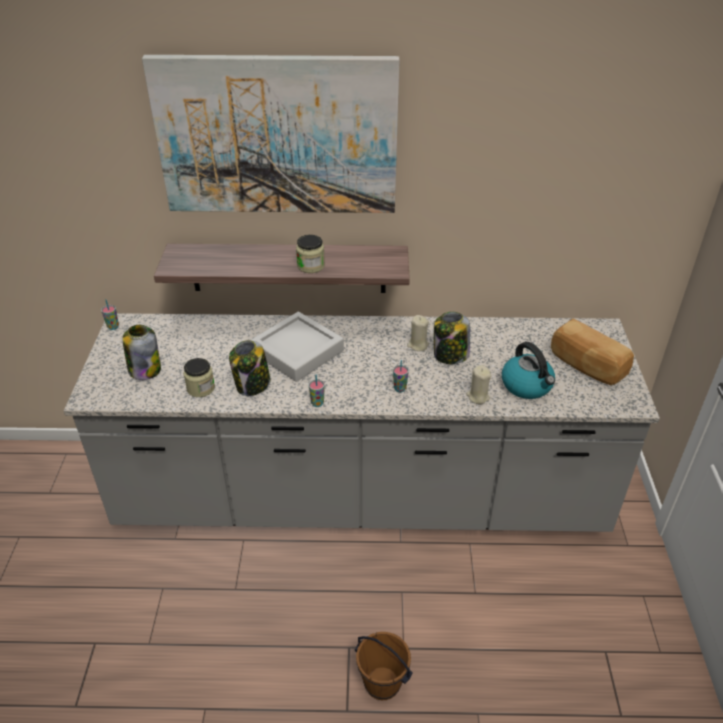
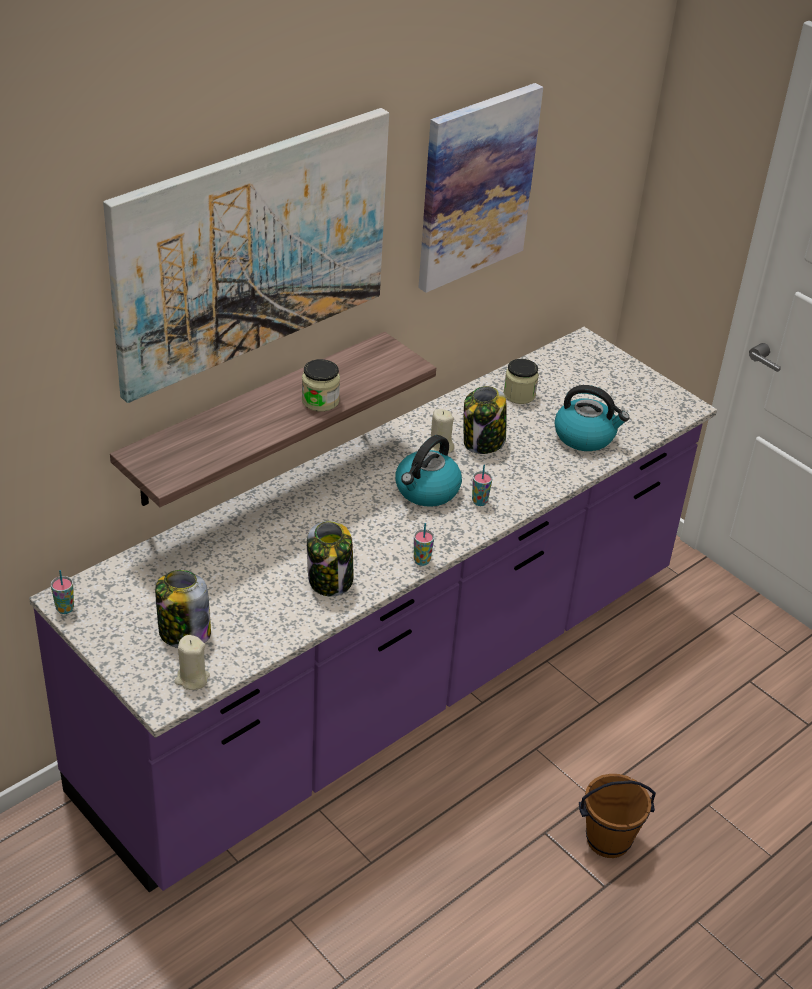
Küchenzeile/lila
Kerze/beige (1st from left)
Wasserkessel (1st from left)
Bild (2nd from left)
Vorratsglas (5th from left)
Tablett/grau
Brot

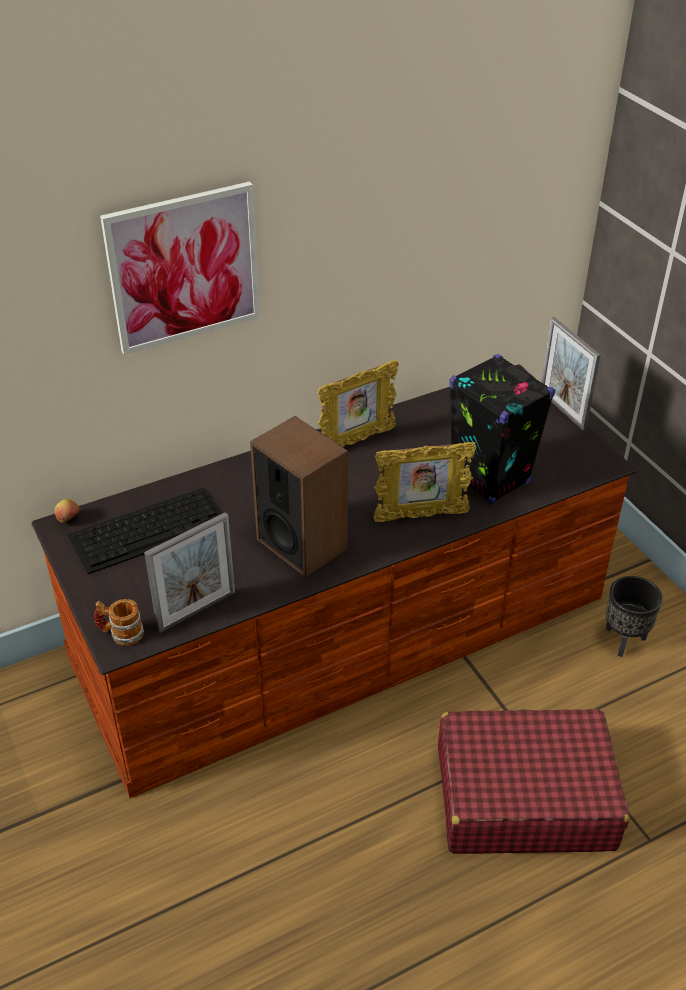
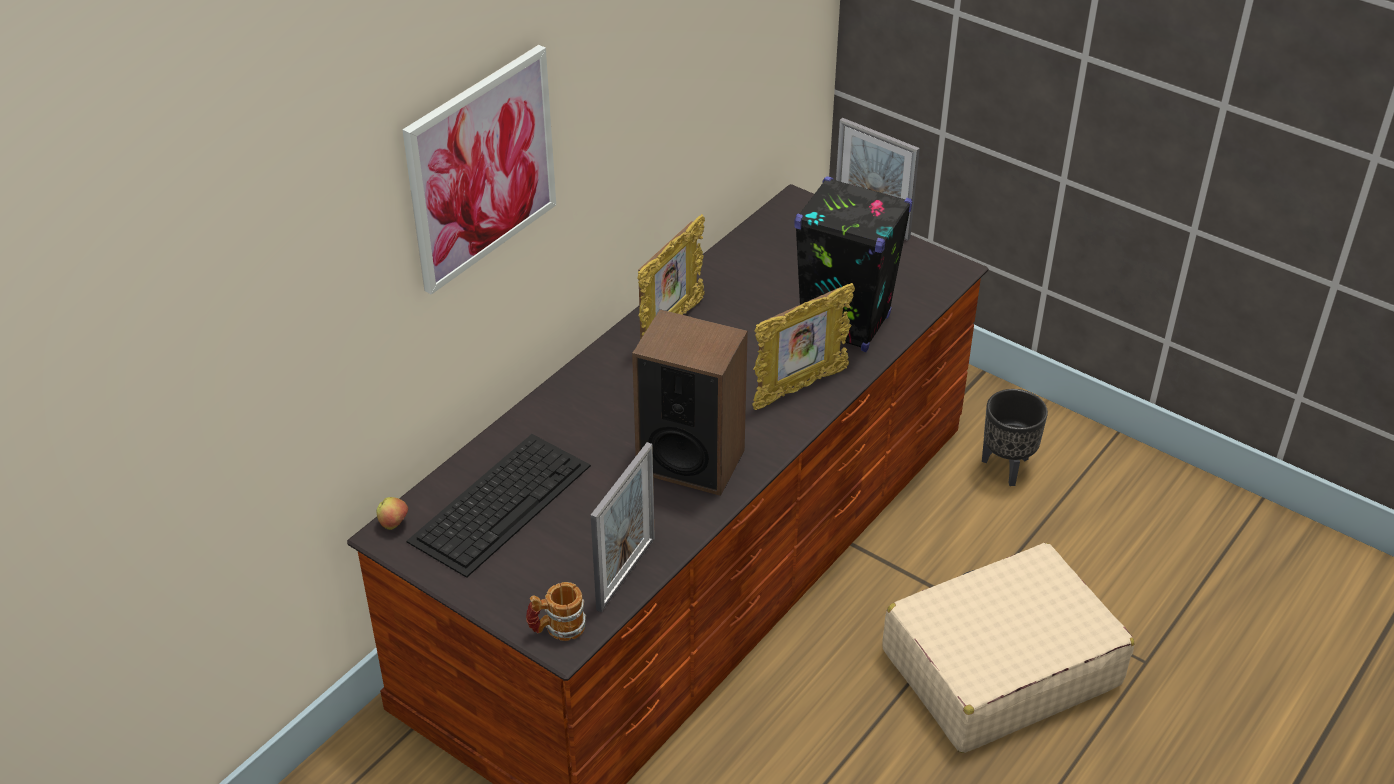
Koffer/beige

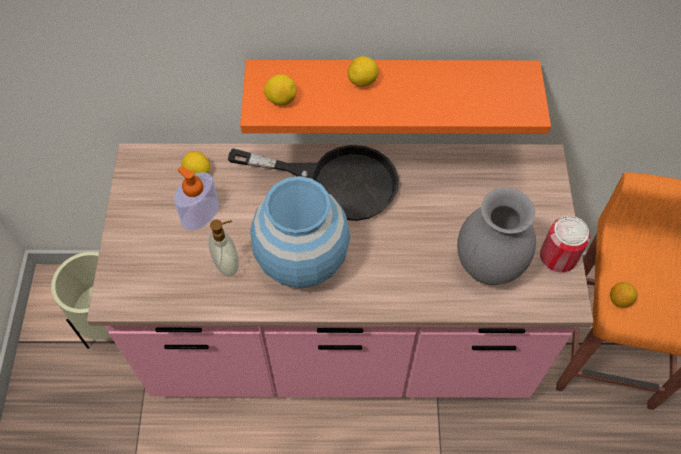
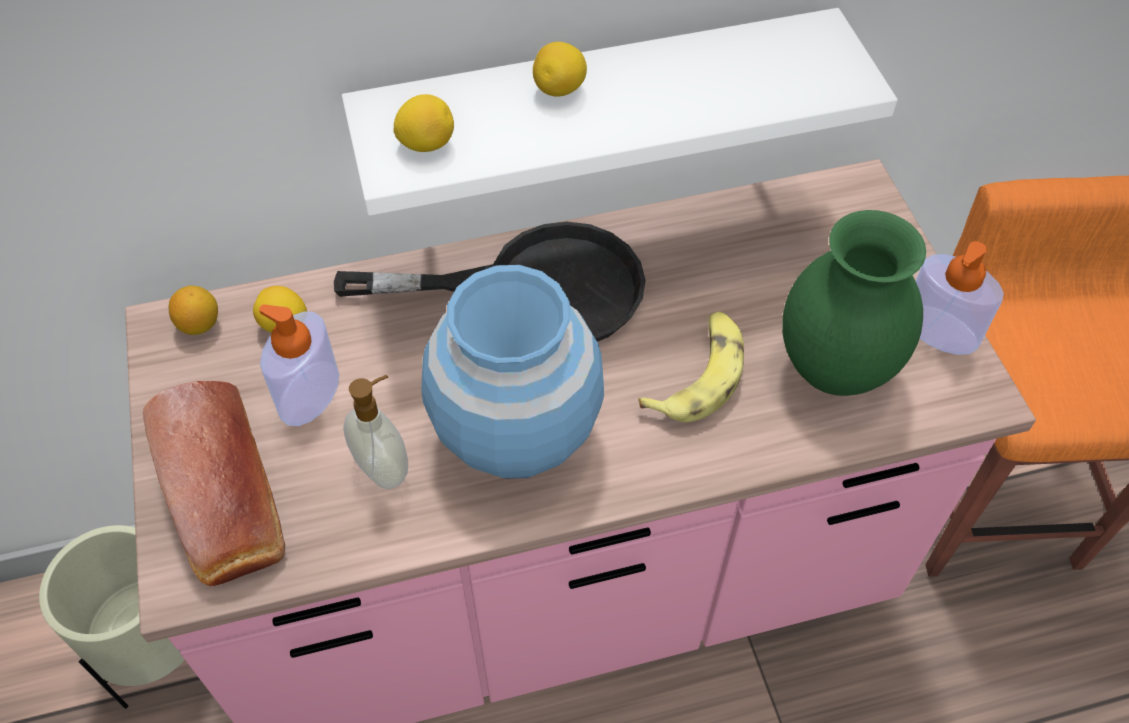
Brot
Zitrone (1st from left)
Wandregal/weiß
Banane
Vase/grün
Seifenspender (3rd from left)

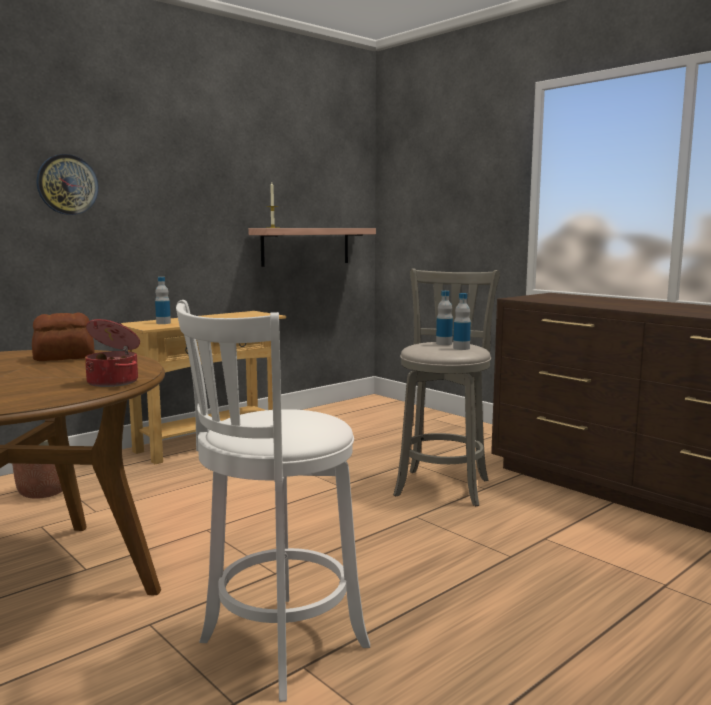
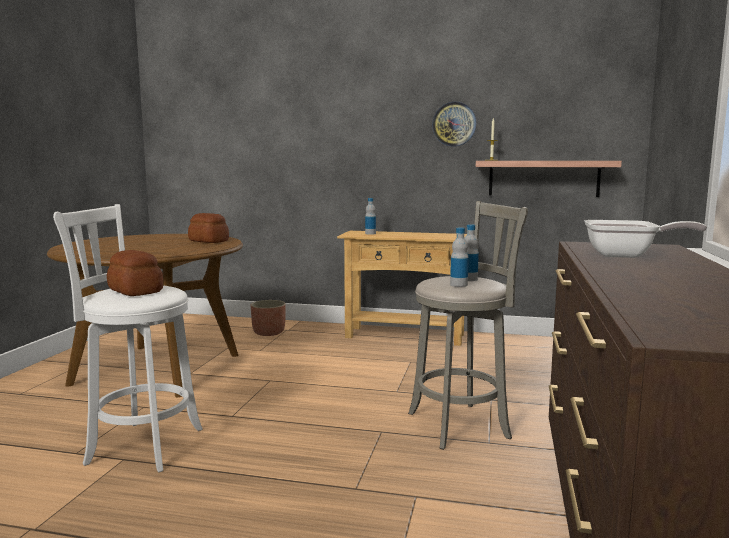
Brot (1st from left)
Wanduhr
Pfanne
Kochtopf

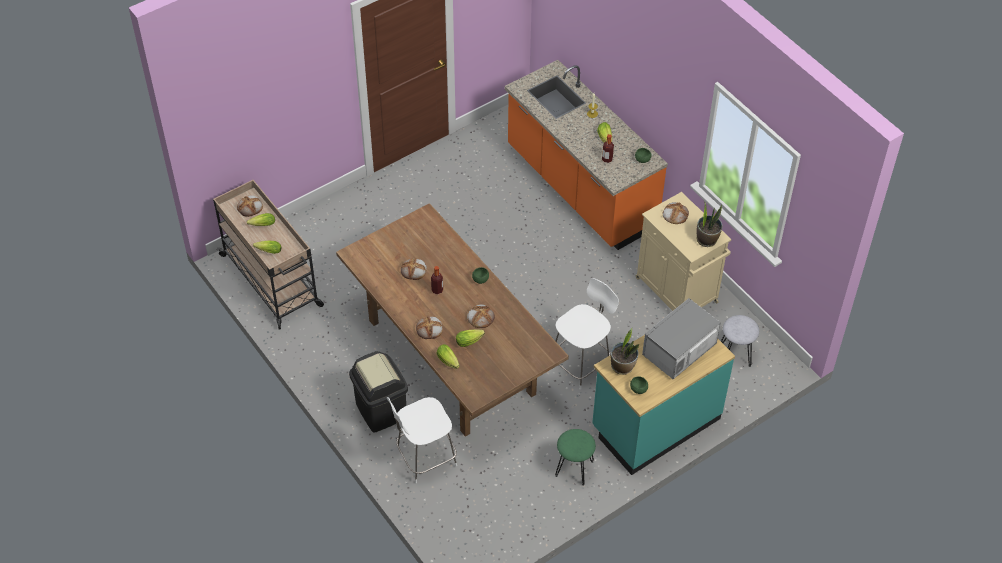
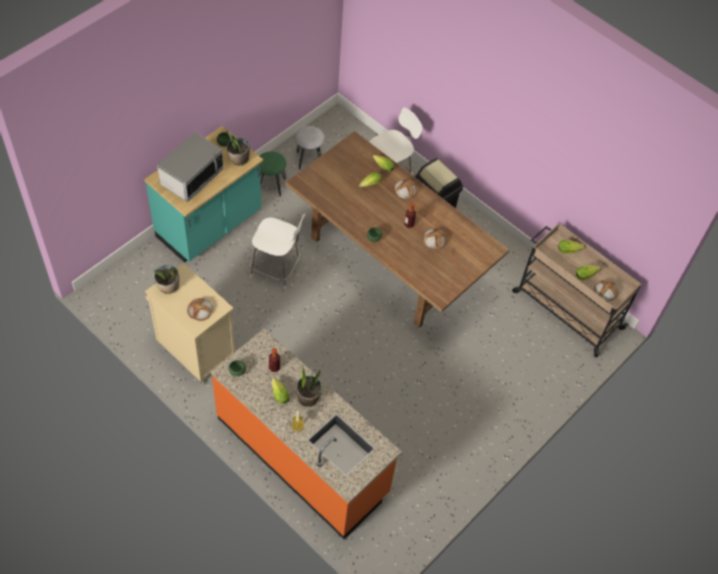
Stuhl/weiß (1st from left)
Hocker/grau
Topfpflanze (3rd from left)
Brot (4th from left in the first image)

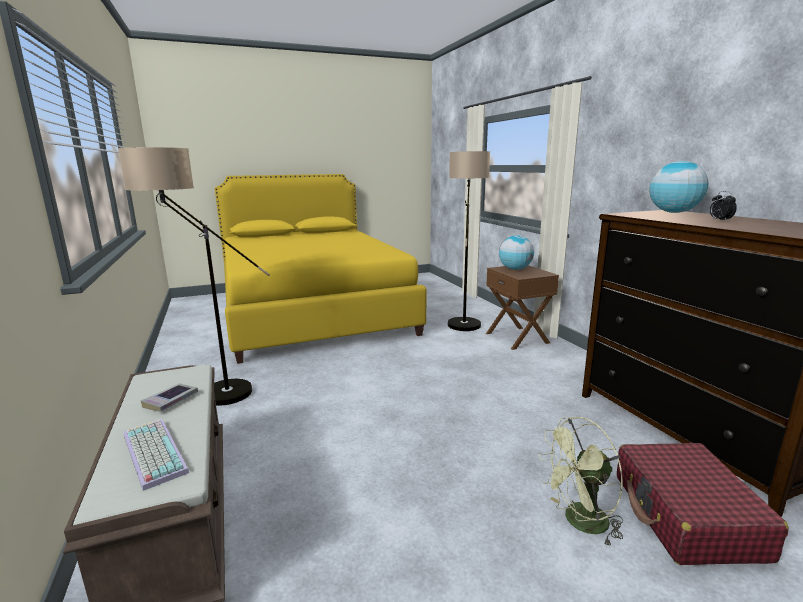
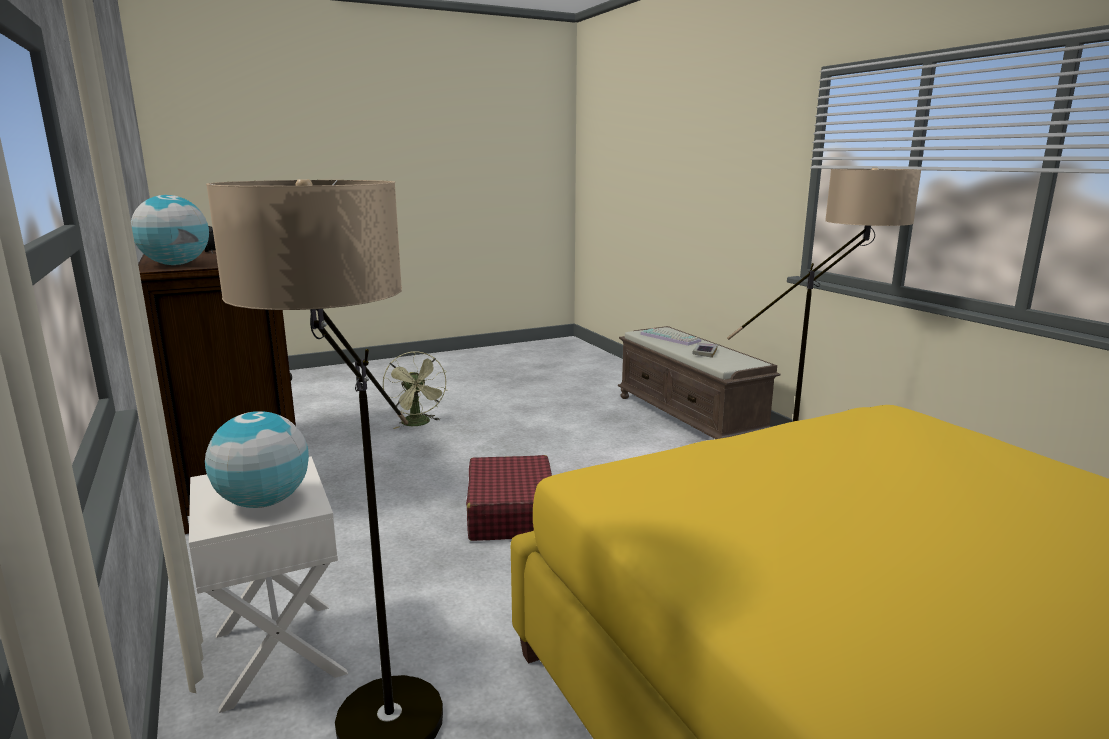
Nachttisch/weiß
Ventilator/grün
Koffer/rot

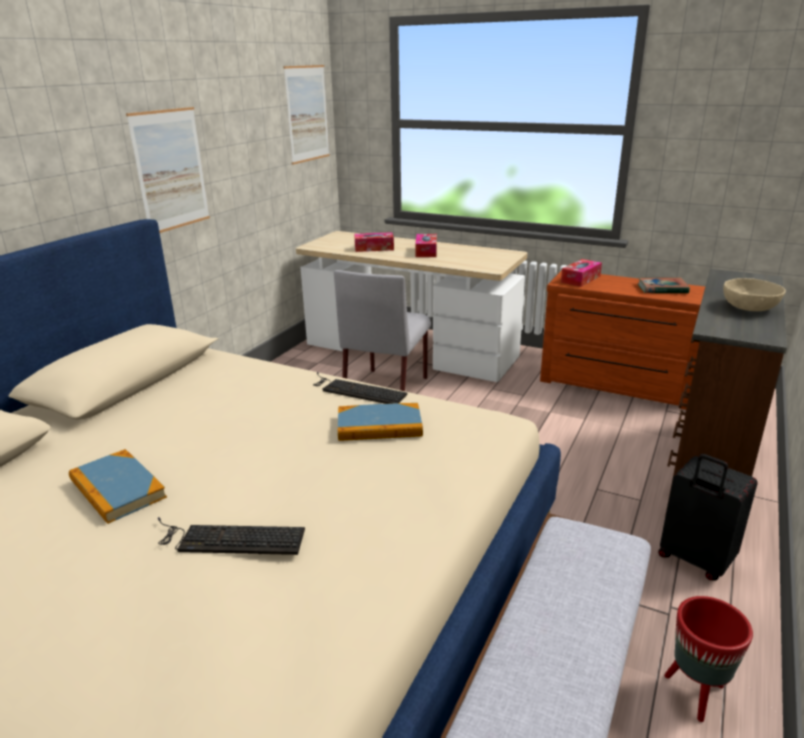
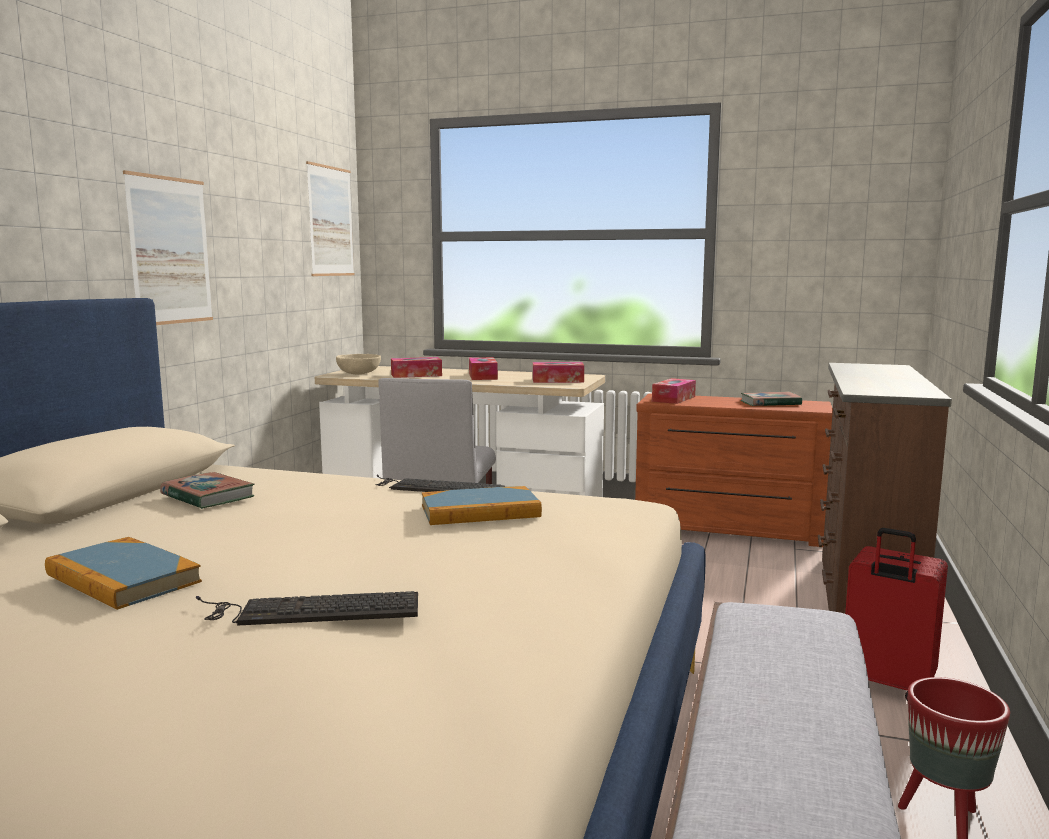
Buch (2nd from left)
Schüssel/beige
Taschentuchbox (3rd from left)
Koffer/rot

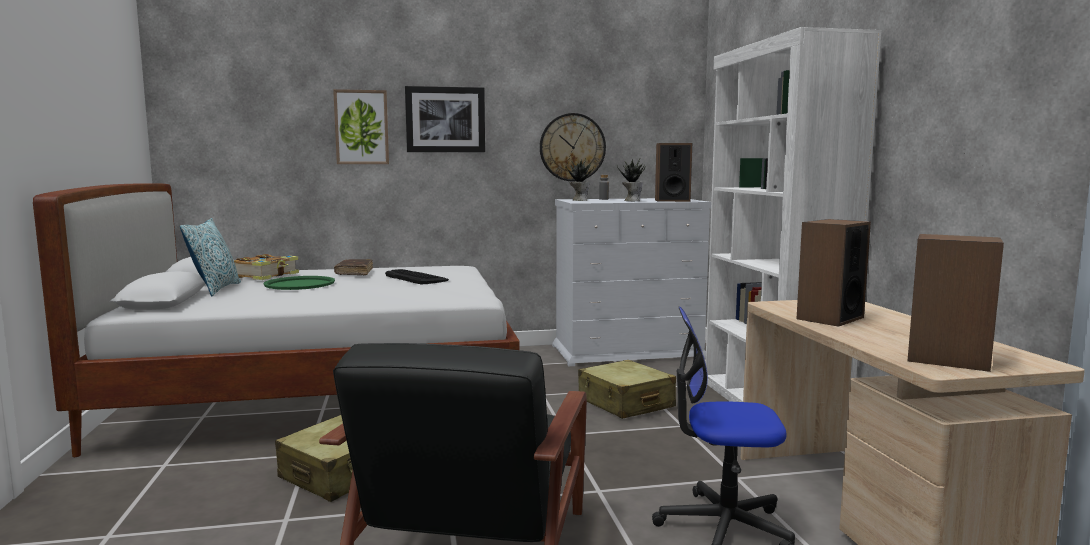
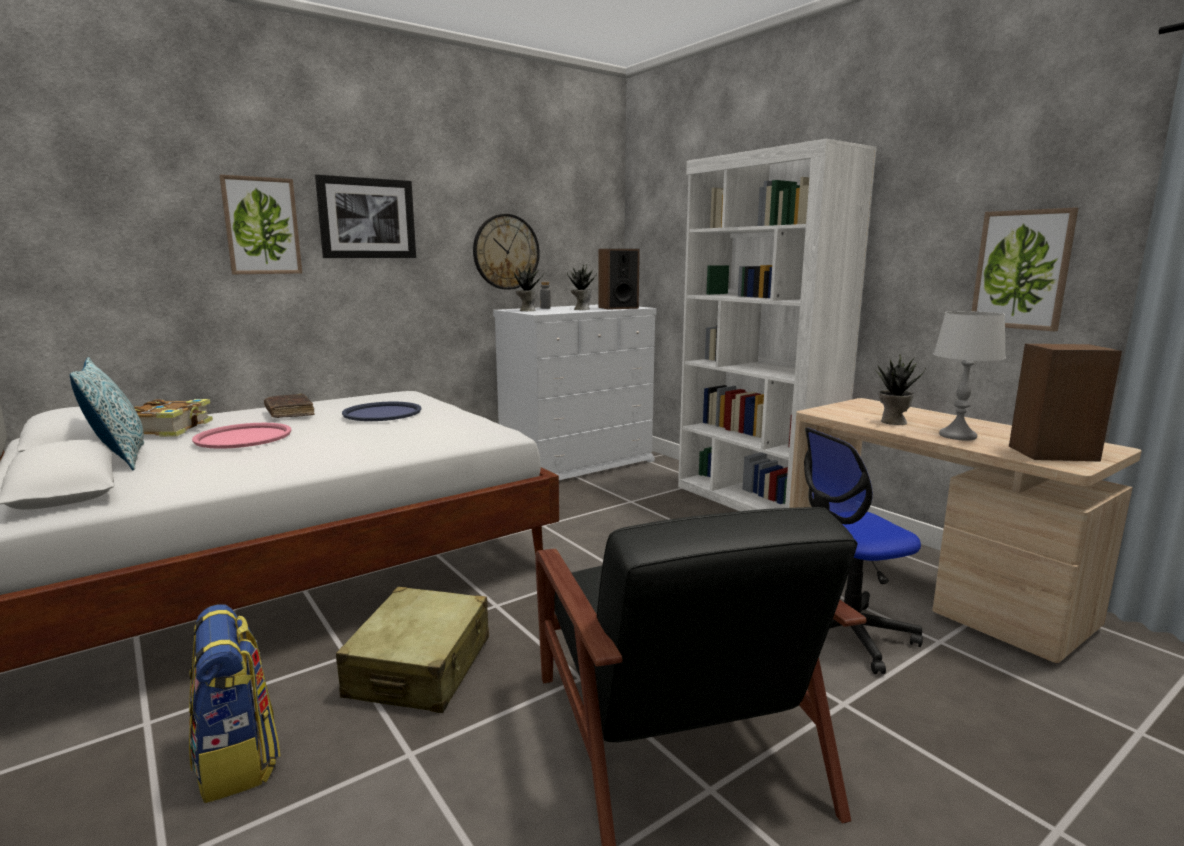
Rucksack
Tablett/rosa
Tablett/blau
Topfpflanze (3rd from left)
Tischlampe/grau
Bild (3rd from left)
Koffer/beige (2nd from left in the first image)

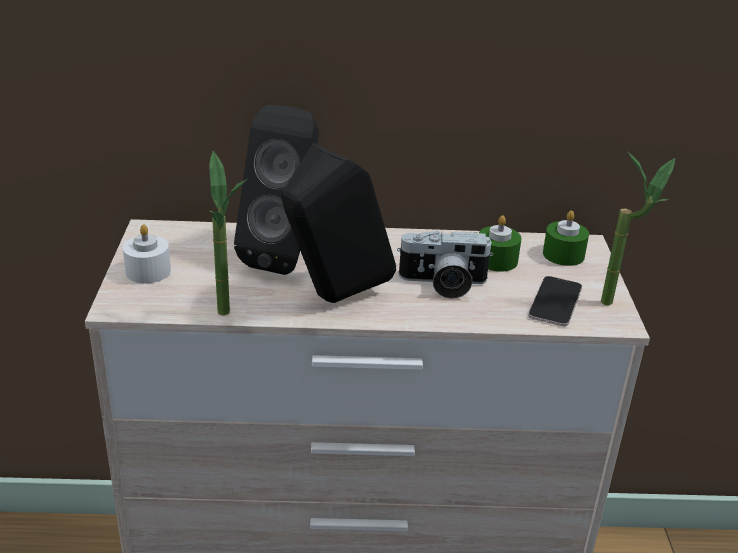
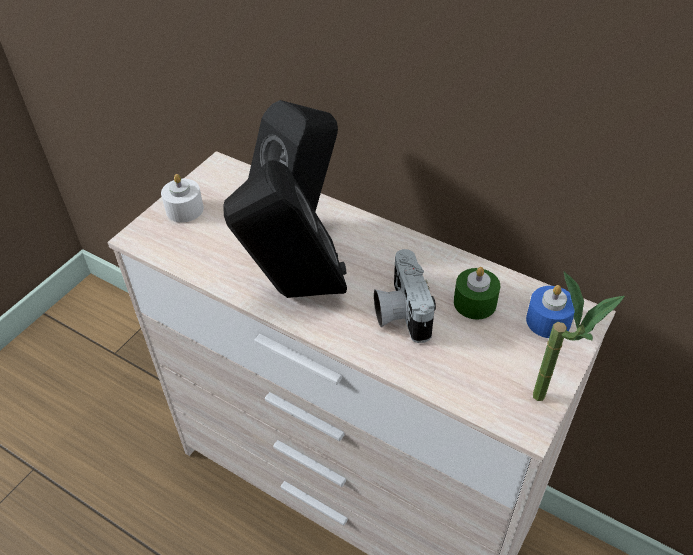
Kamera
Kerze/blau
Topfpflanze (1st from left in the first image)
Handy

